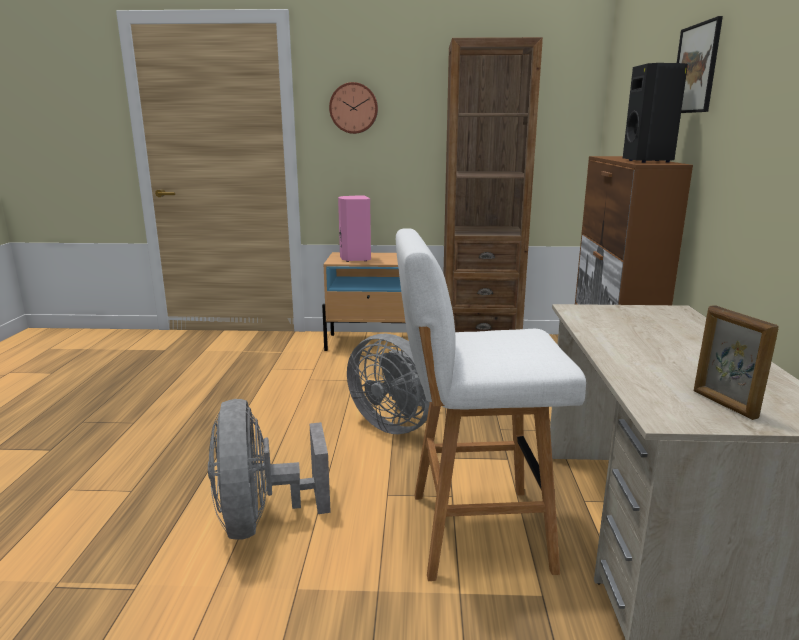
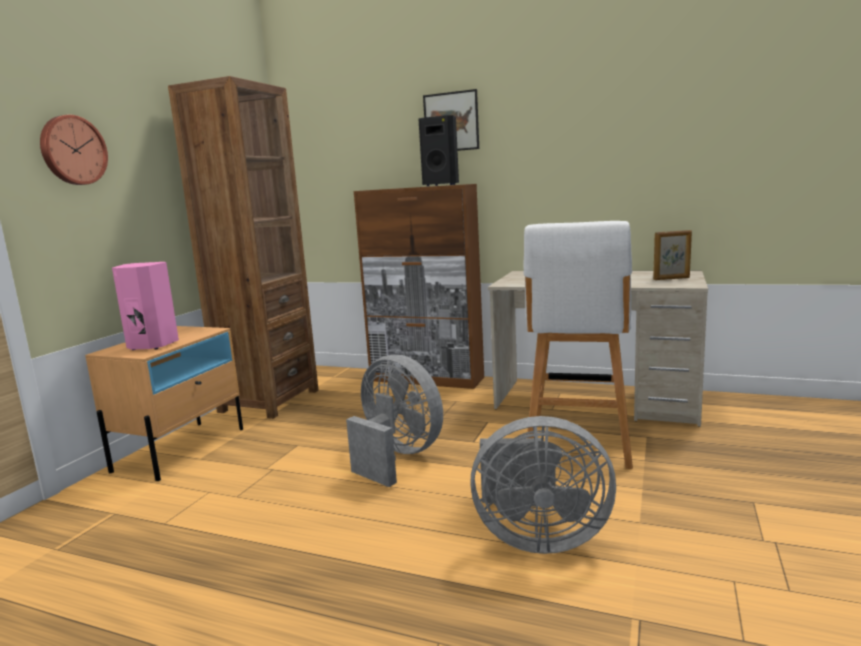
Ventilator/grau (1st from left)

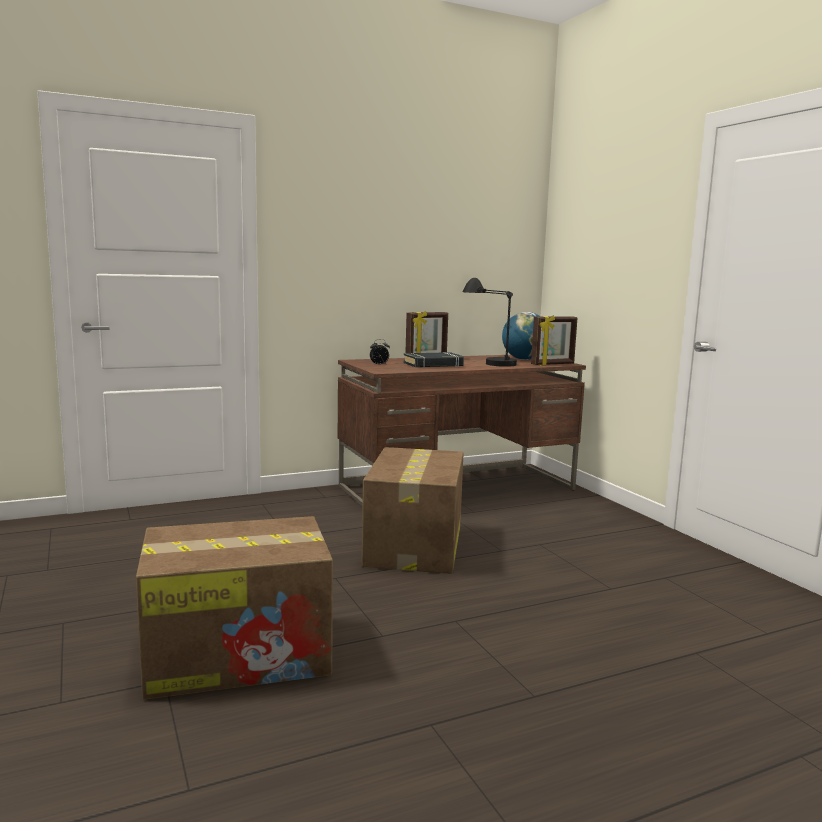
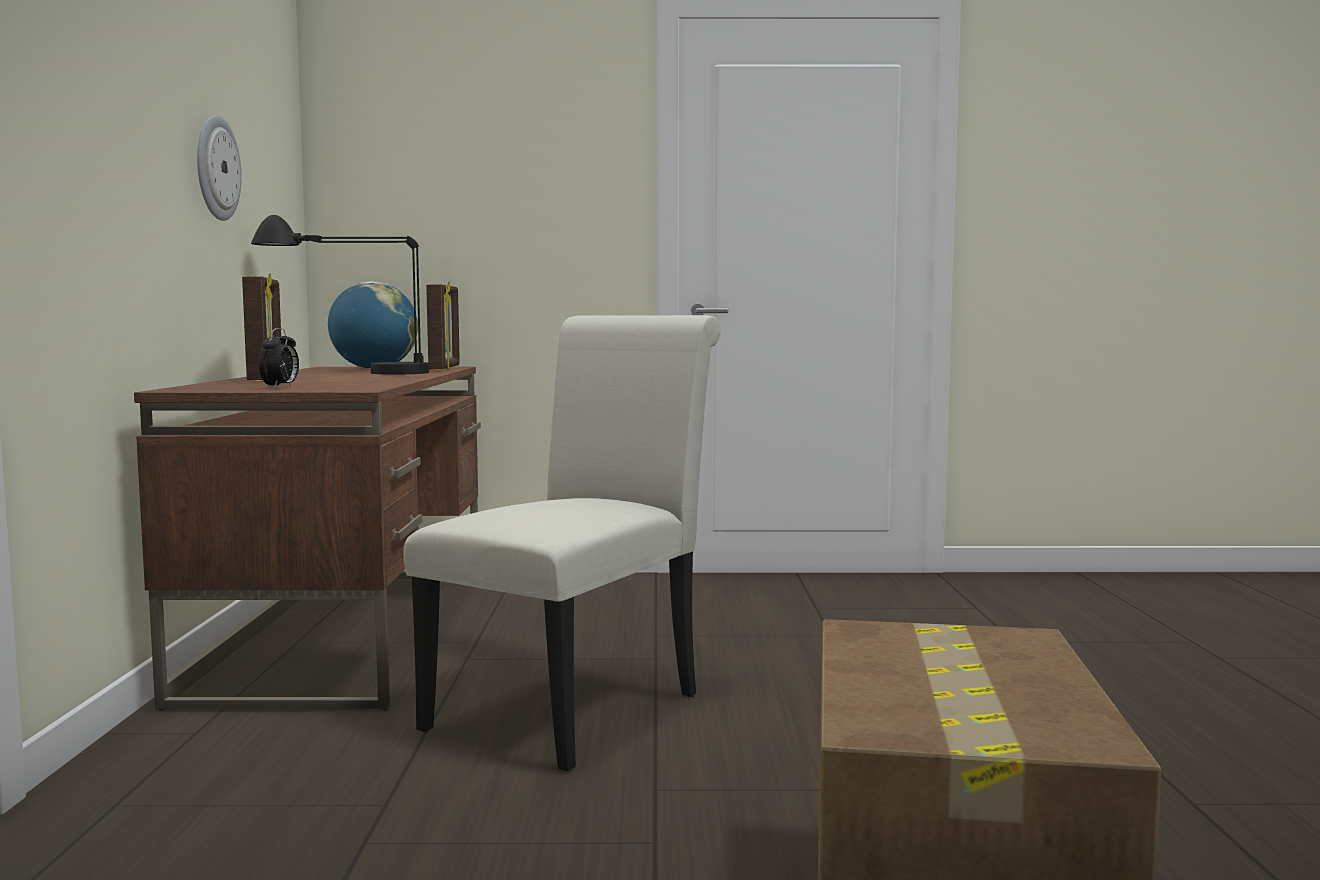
Wanduhr
Stuhl/weiß
Buch/schwarz

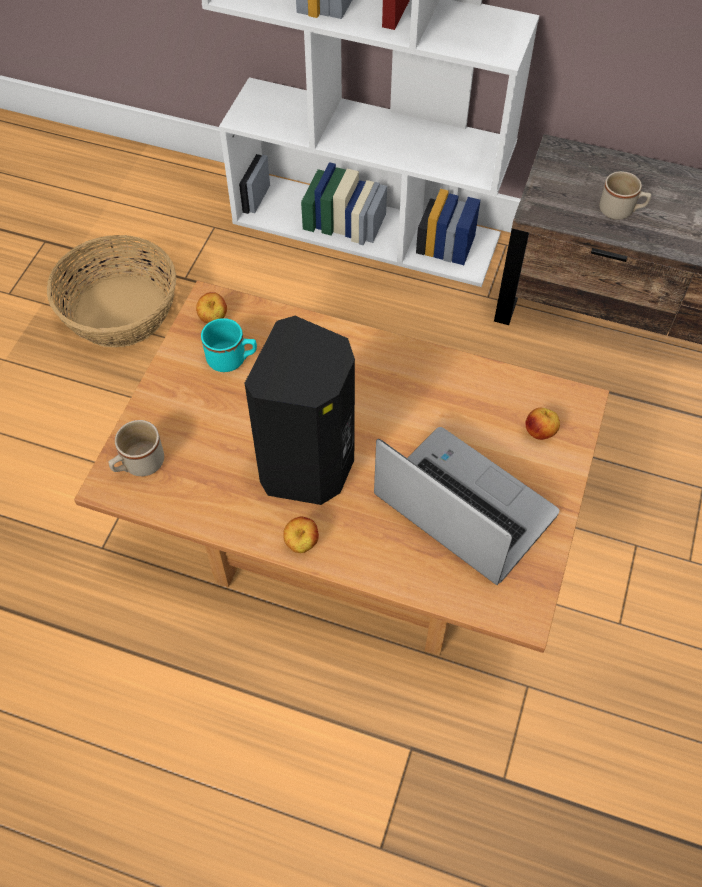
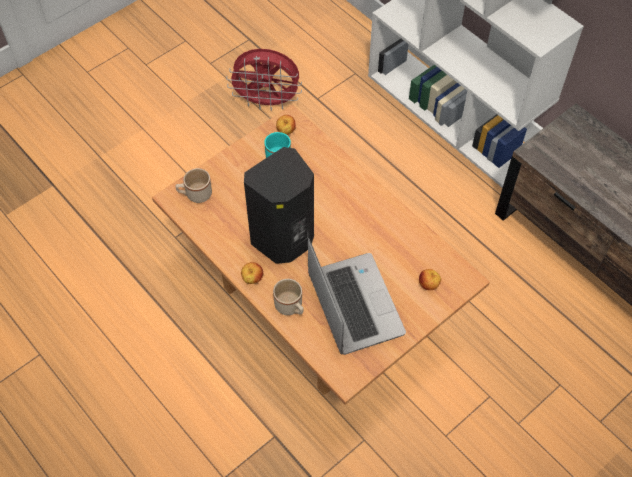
Ventilator/rot
Henkelbecher/beige (2nd from left)

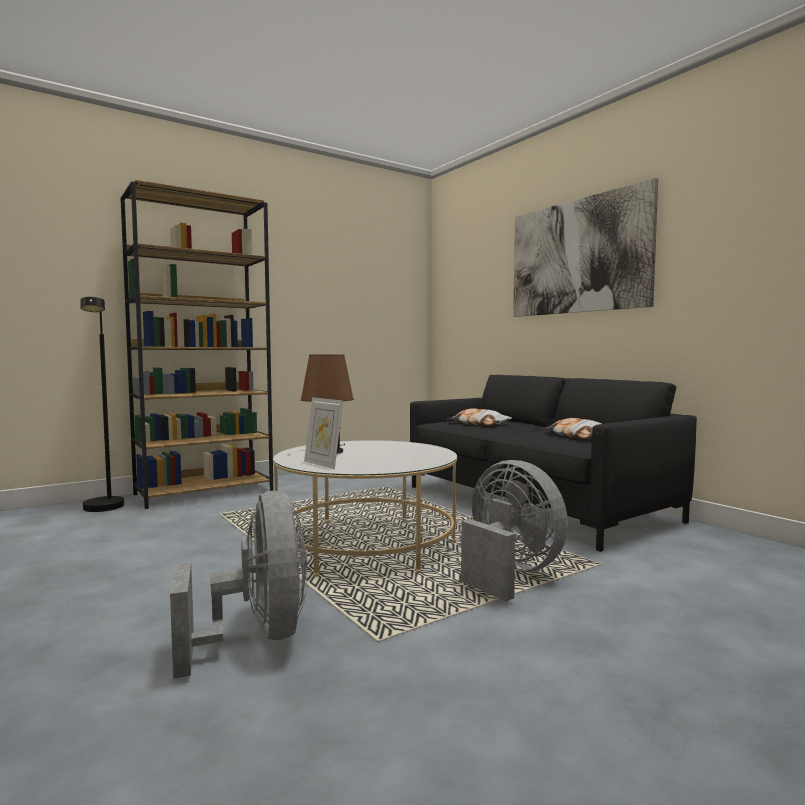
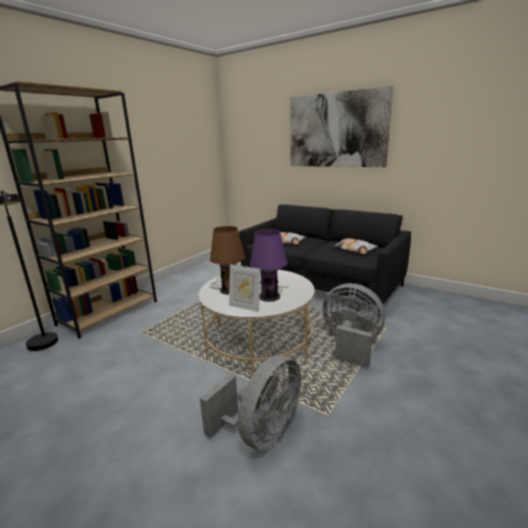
Ventilator/grau (1st from left)
Tischlampe/lila

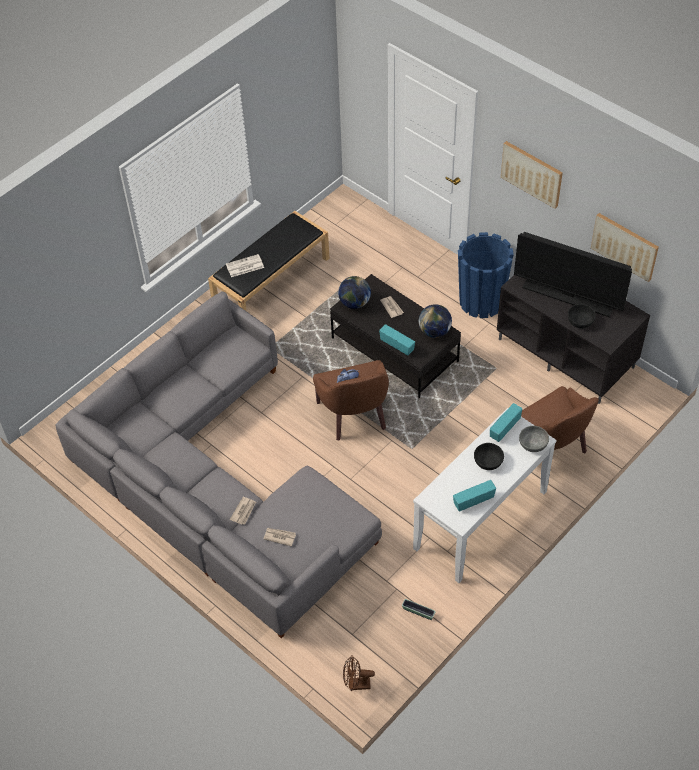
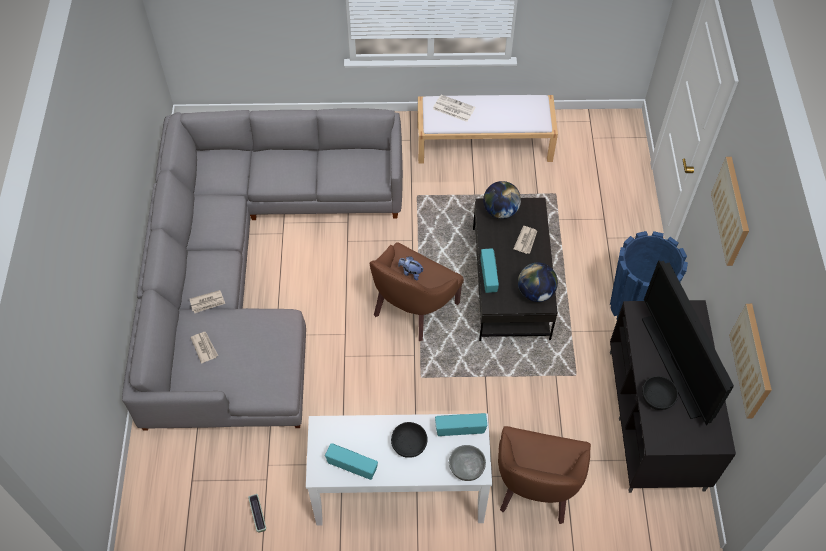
Bank/weiß
Ventilator/braun

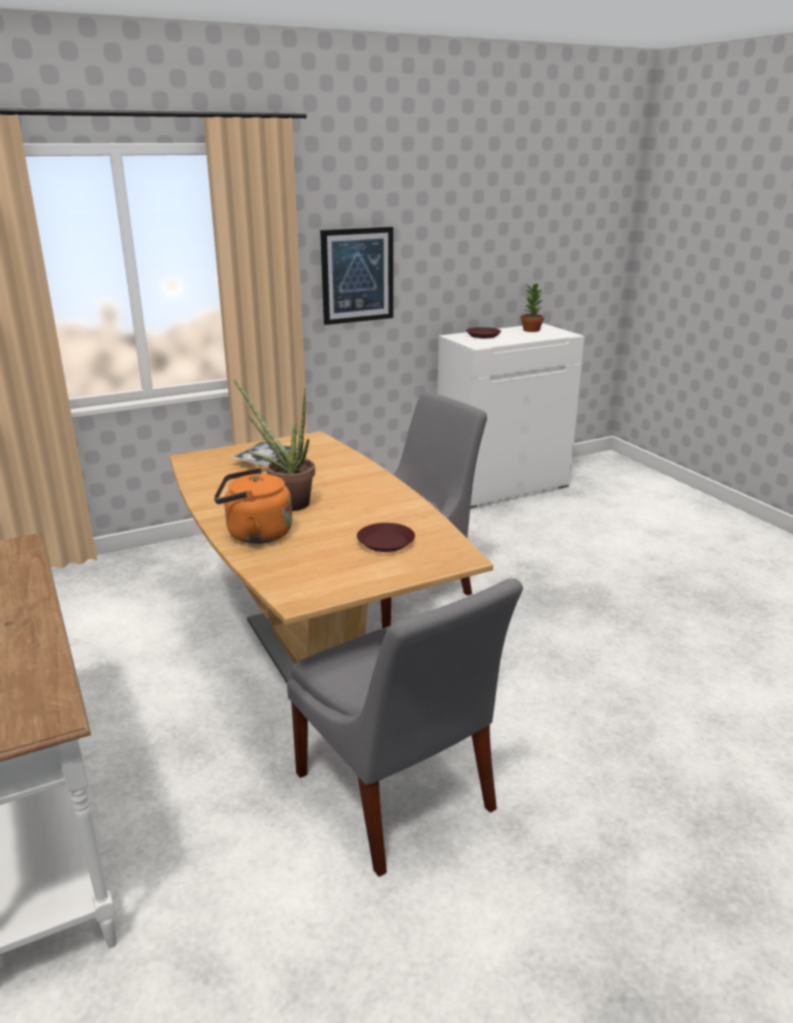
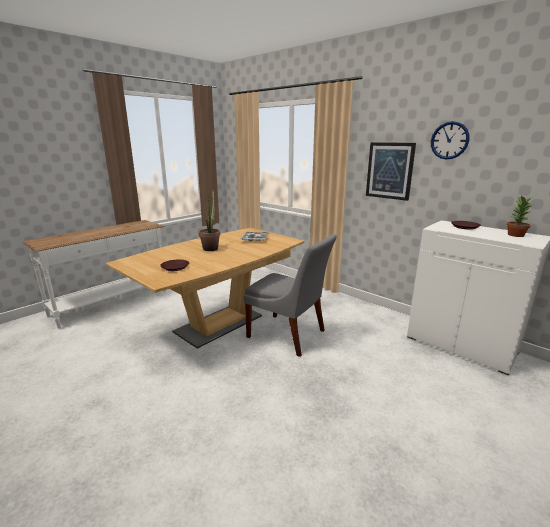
Wanduhr
Wasserkessel/orange
Stuhl/grau (1st from left in the first image)

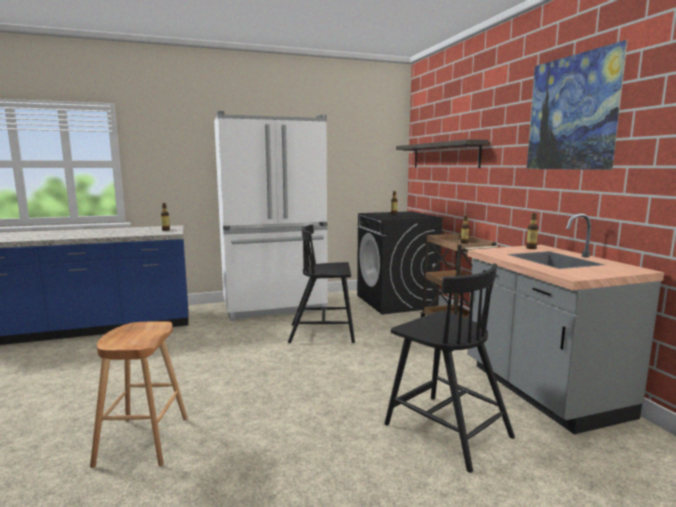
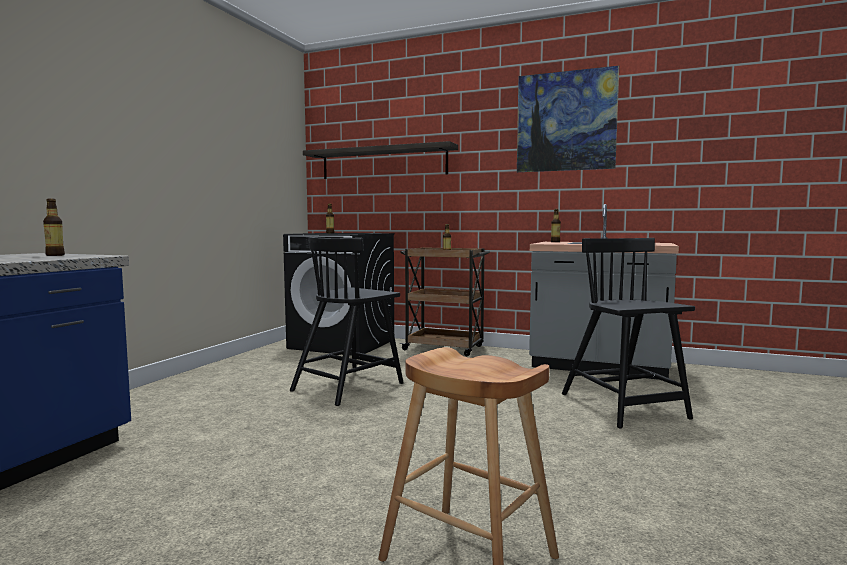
Stuhl/schwarz (2nd from left)
Kühlschrank/weiß

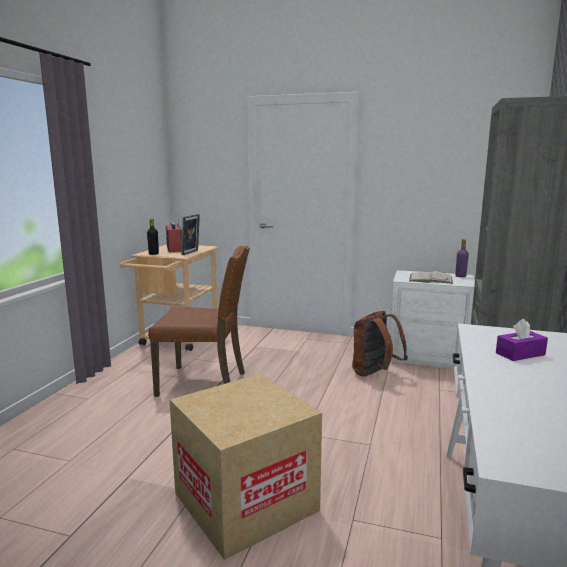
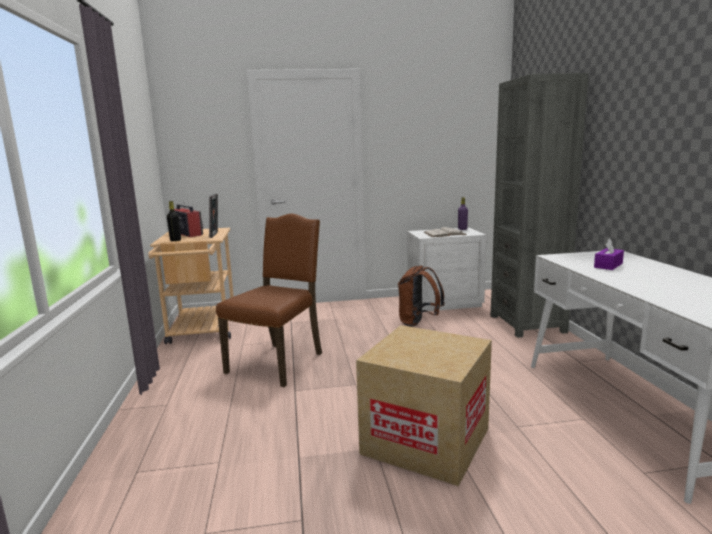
Stuhl/braun

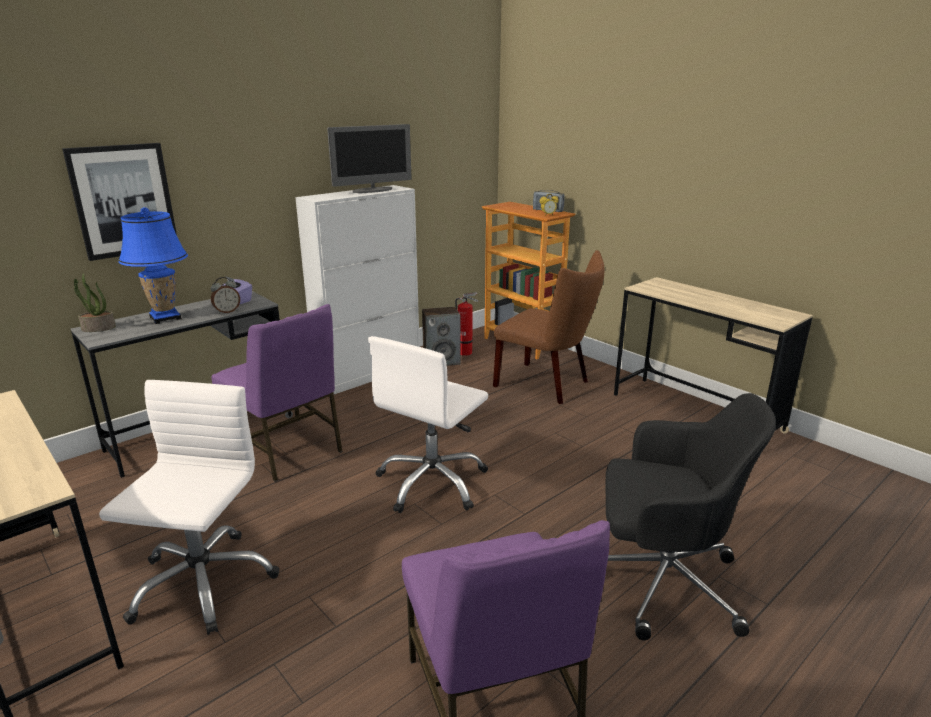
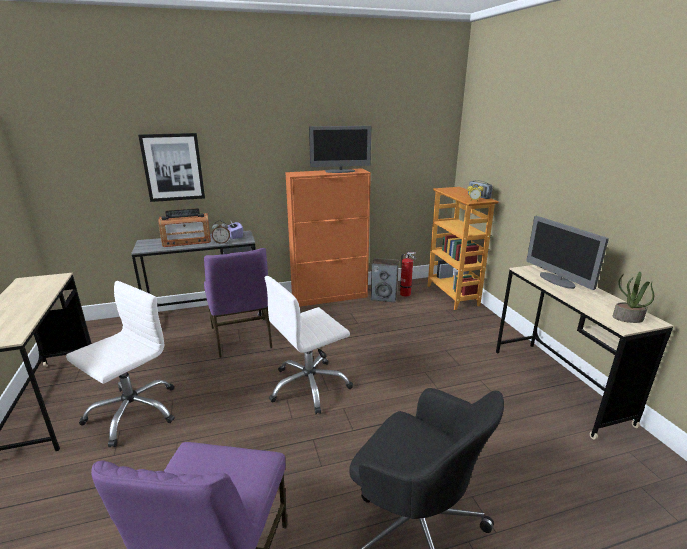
Radio (1st from left)
Schrank/orange
Monitor (2nd from left)
Topfpflanze
Stuhl/braun

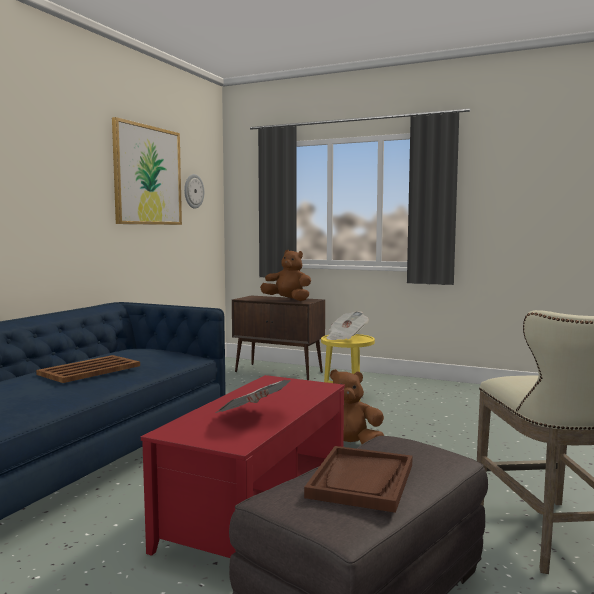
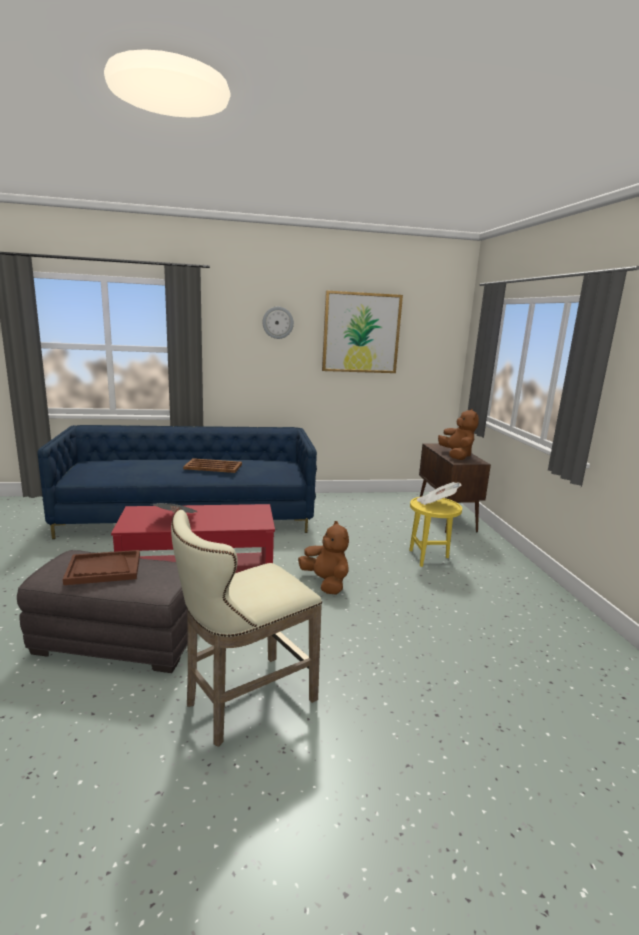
Wanduhr

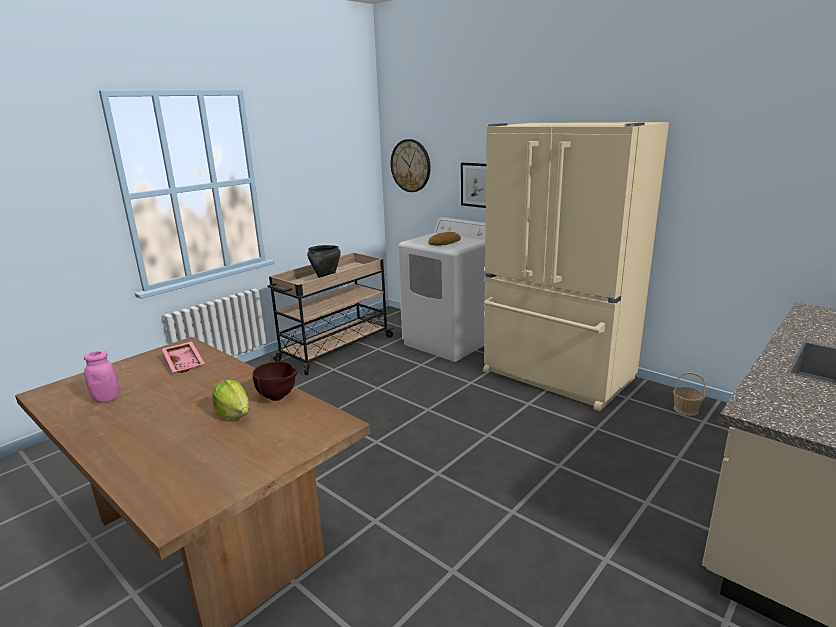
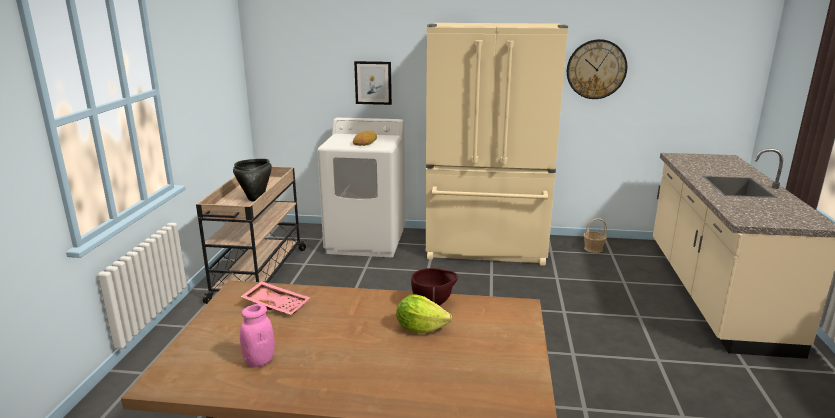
Wanduhr

